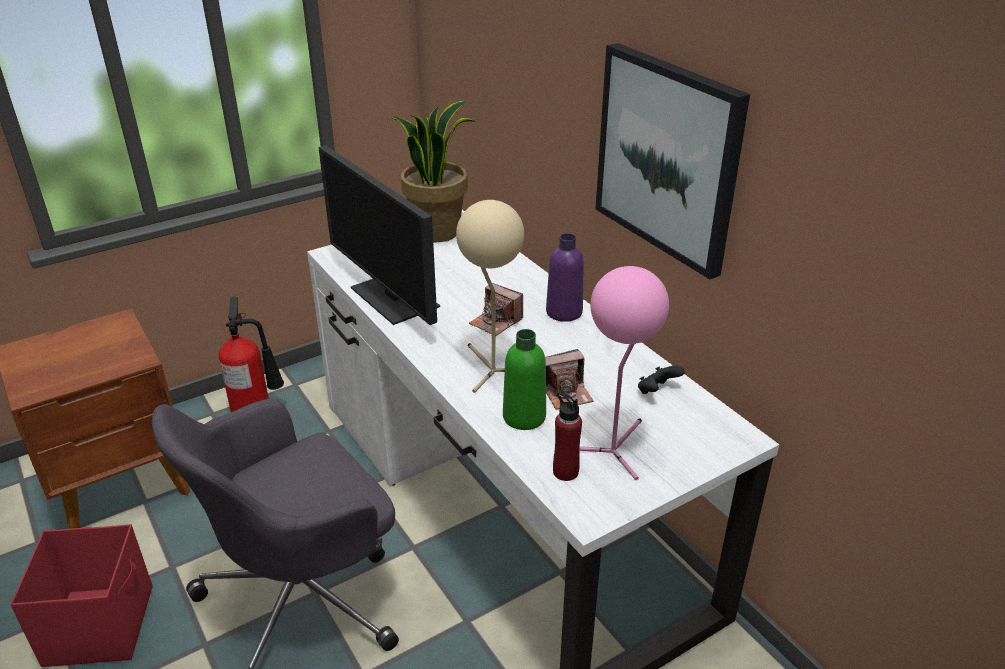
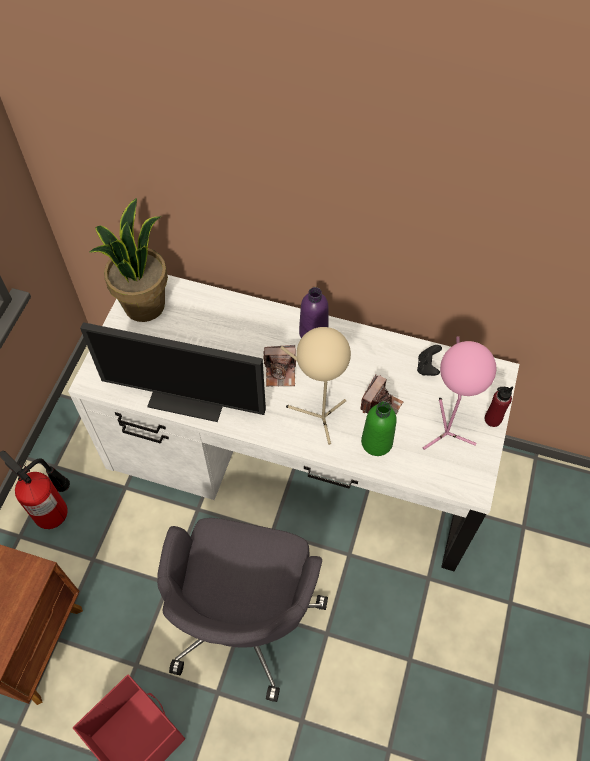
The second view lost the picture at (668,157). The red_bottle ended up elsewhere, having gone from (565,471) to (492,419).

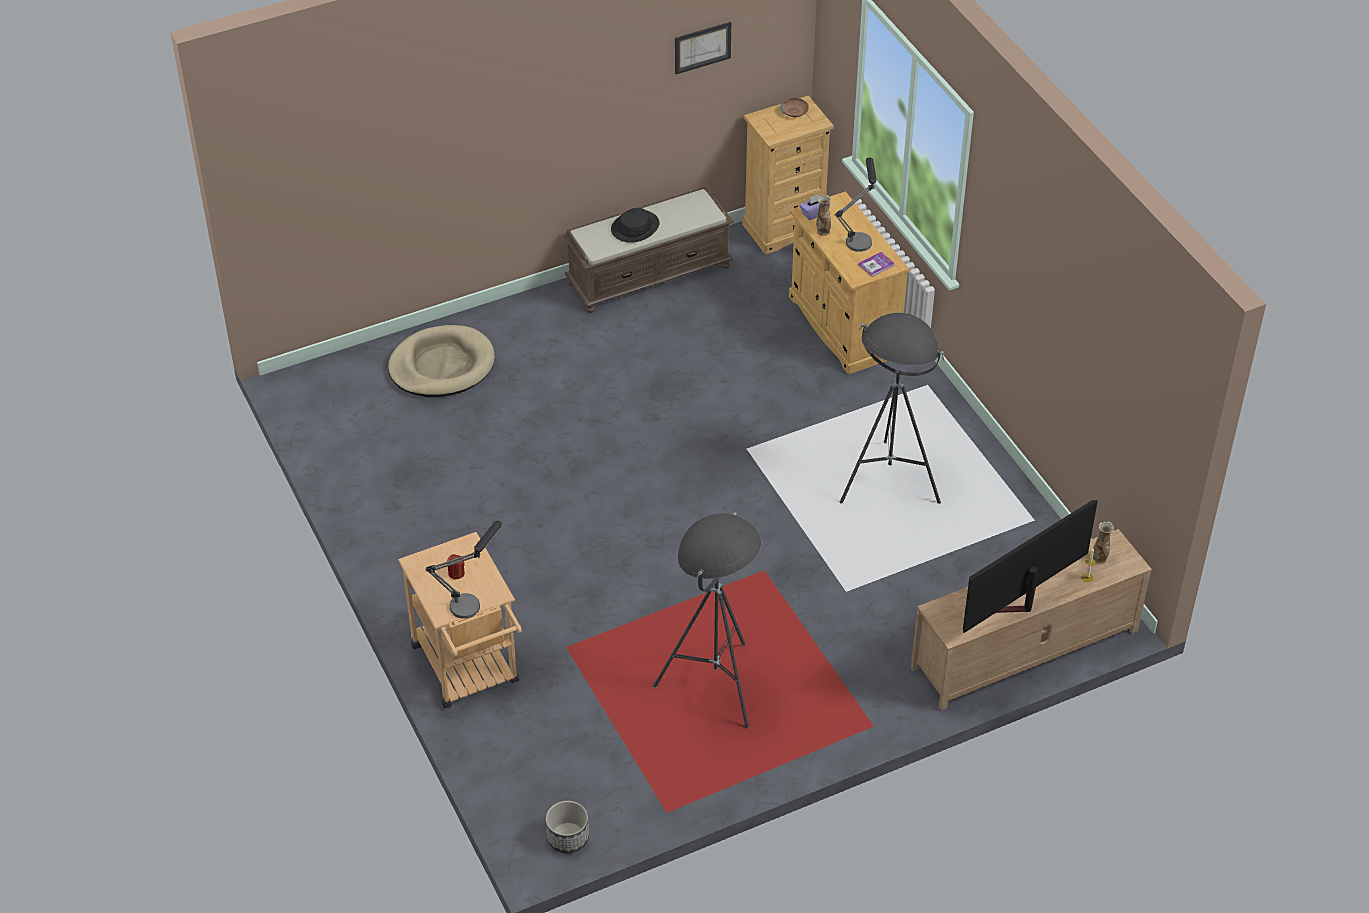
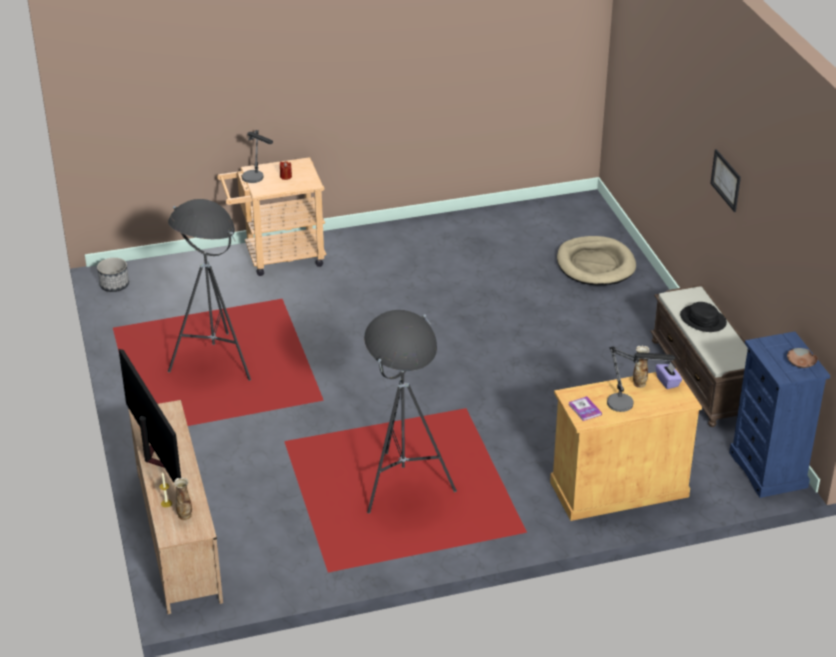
The picture ended up elsewhere, having gone from (702,47) to (726,180). What was the beige_dresser at (784,229) turned into the blue_dresser at (768,470). What was the white_floor_lamp at (888,483) turned into the red_floor_lamp at (401,485).

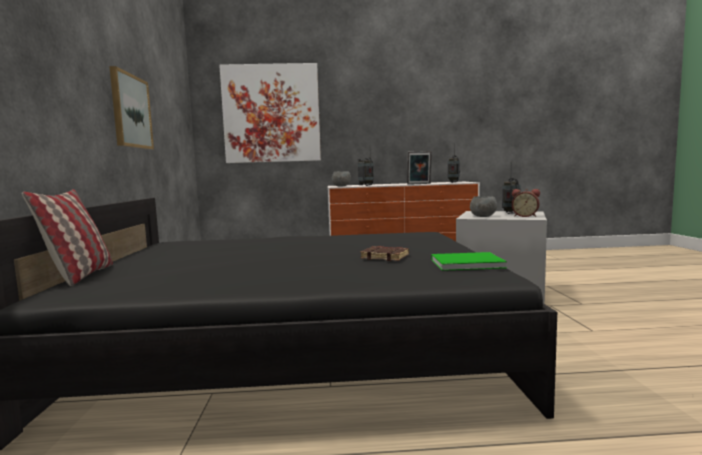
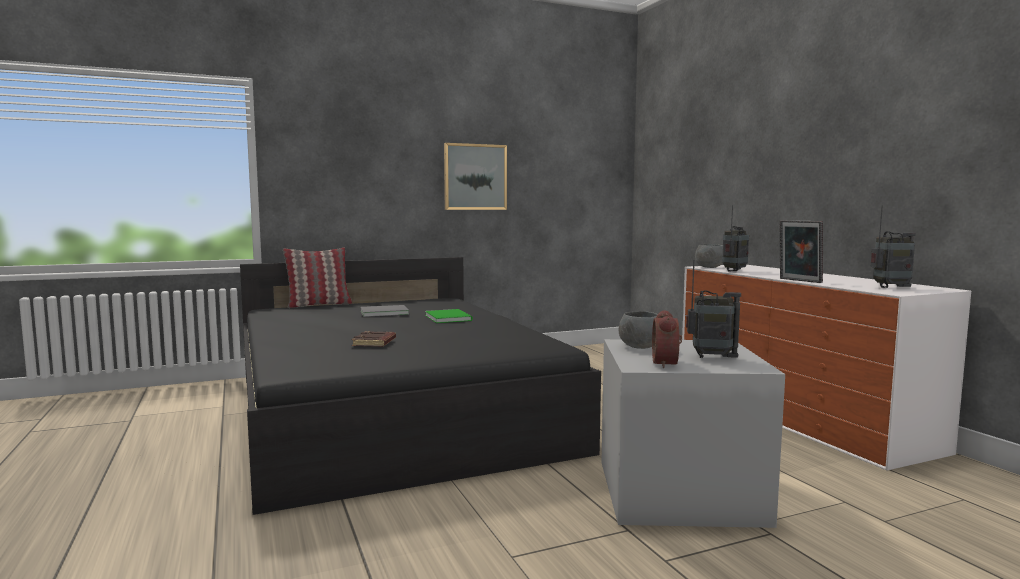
The second view lost the picture at (271,114). The green_book ended up elsewhere, having gone from (464,263) to (449,317). The second view gained the grey_book at (382,312).

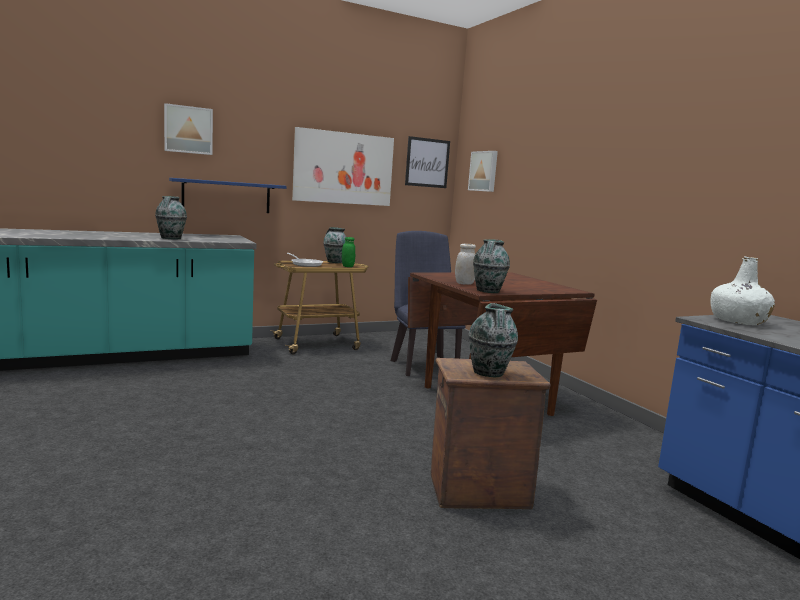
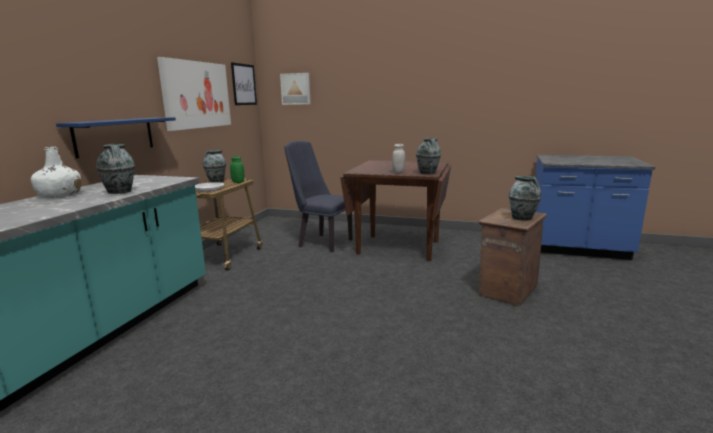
The second view lost the picture at (188,130). The white_bottle ended up elsewhere, having gone from (738,321) to (60,195).

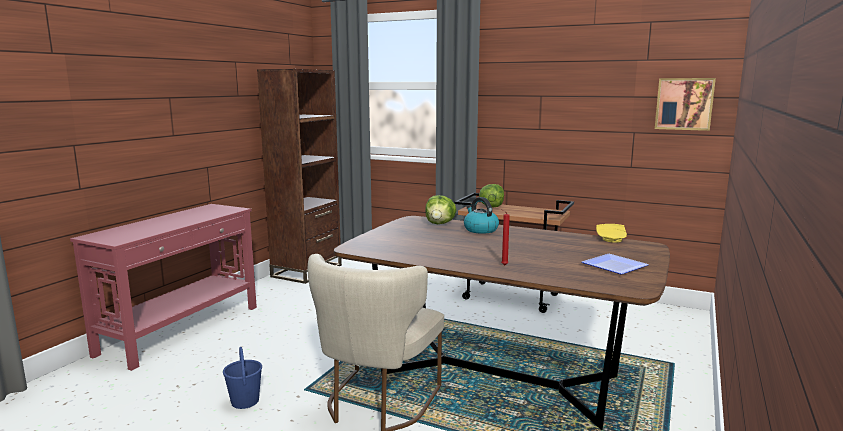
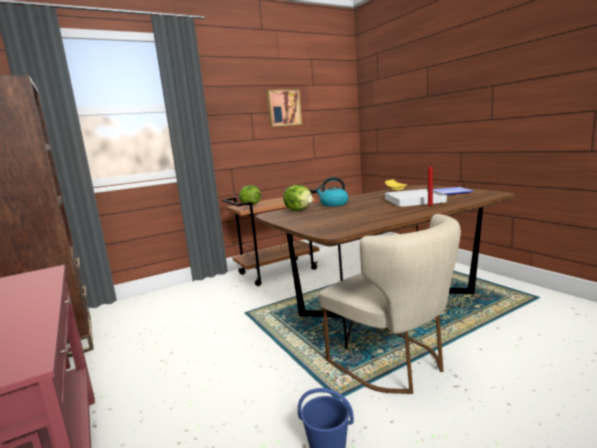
The picture ended up elsewhere, having gone from (684,104) to (283,108). The second view gained the white_tray at (414,200).

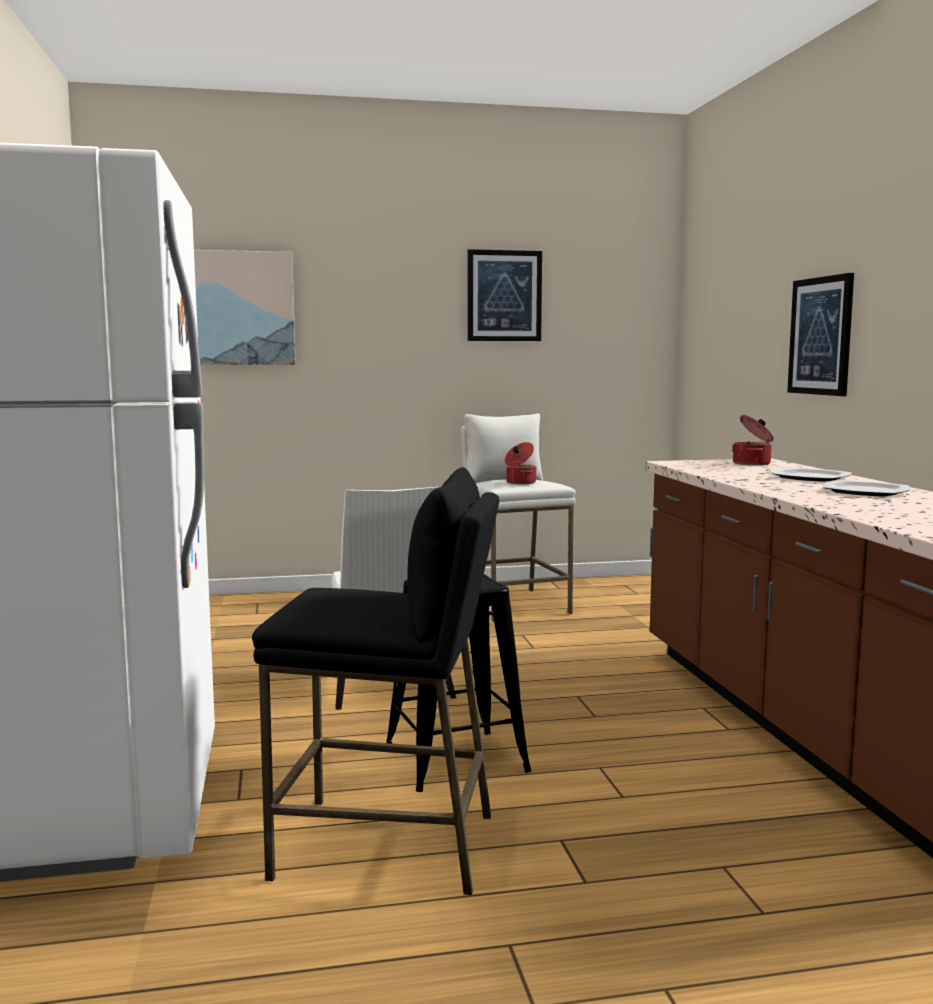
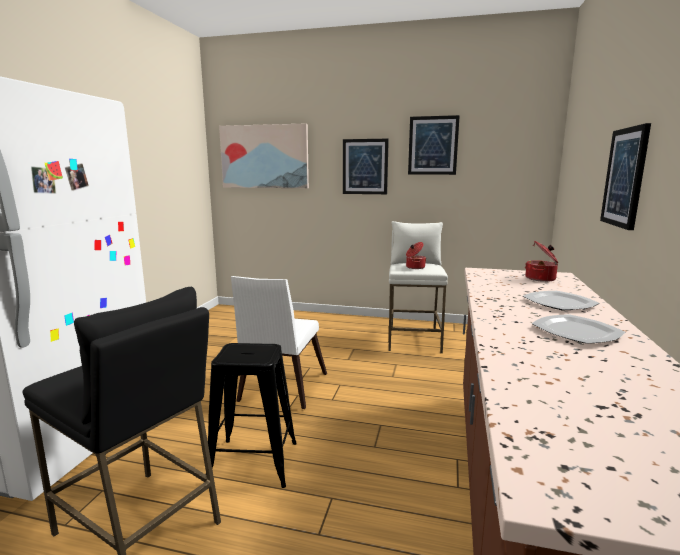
The second view gained the picture at (365,166).

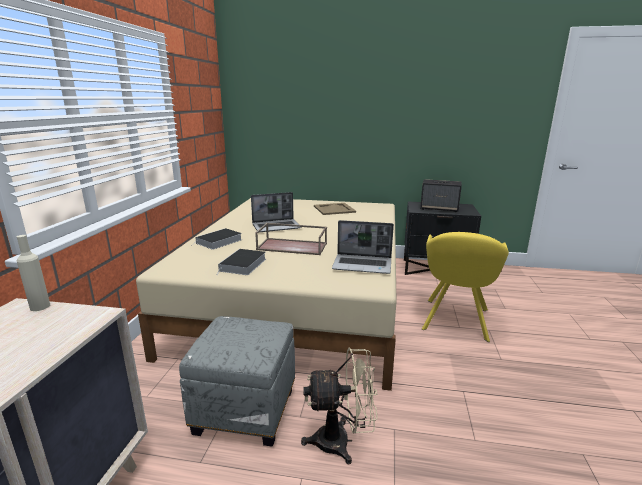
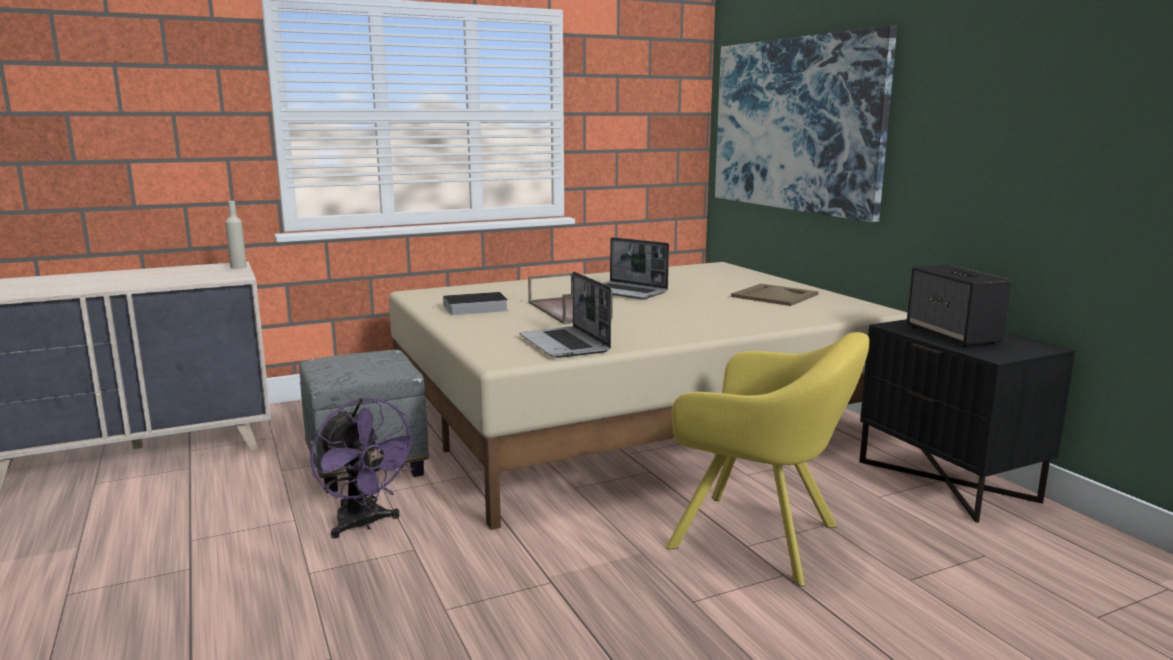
The second view lost the book at (218,242). The yellow_armchair at (455,321) ended up facing another way, 135 degrees counterclockwise from before. What was the beige_fan at (341,441) turned into the purple_fan at (364,524). The second view gained the picture at (795,125).

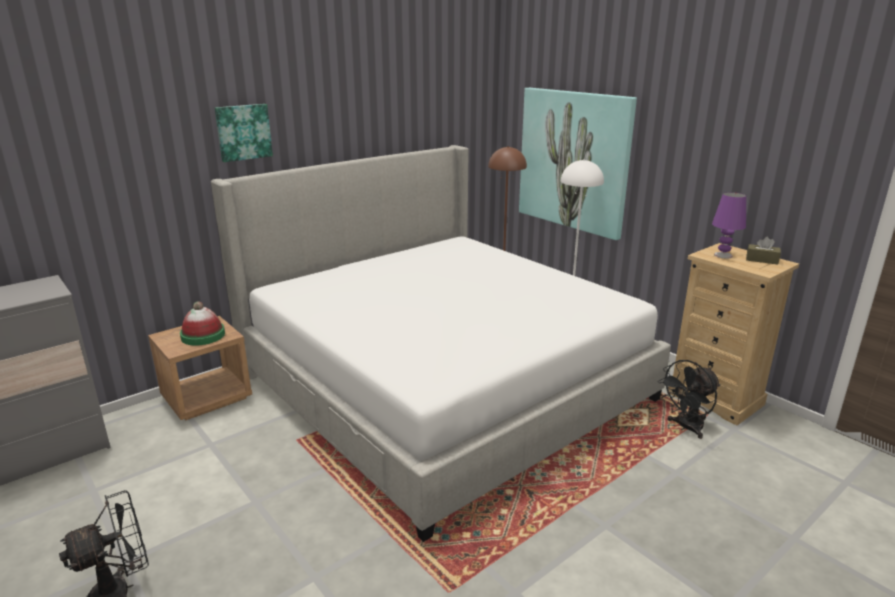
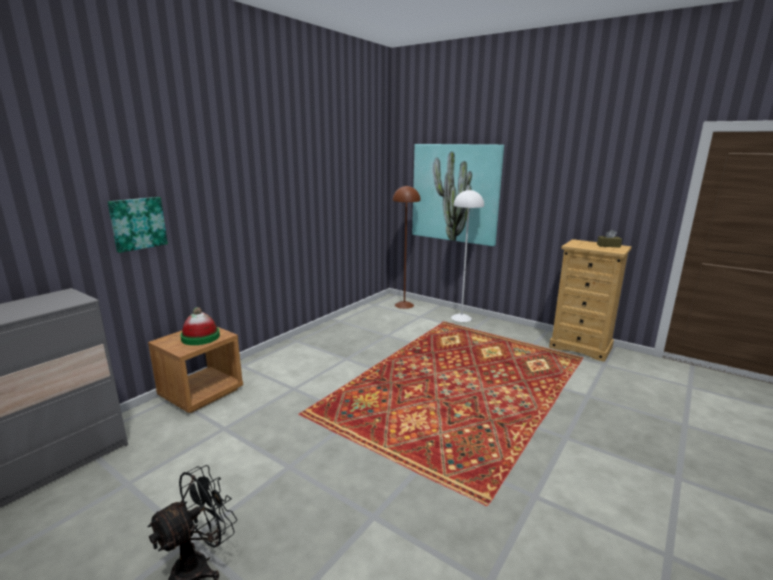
The picture ended up elsewhere, having gone from (243,132) to (137,223). The second view lost the bed at (442,385). The second view lost the purple_table_lamp at (723,255). The second view lost the black_fan at (686,427).

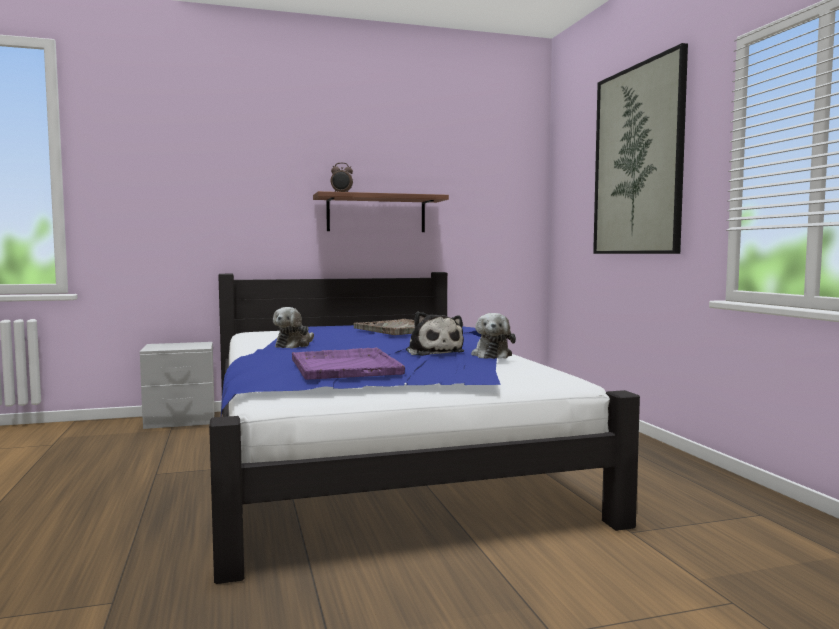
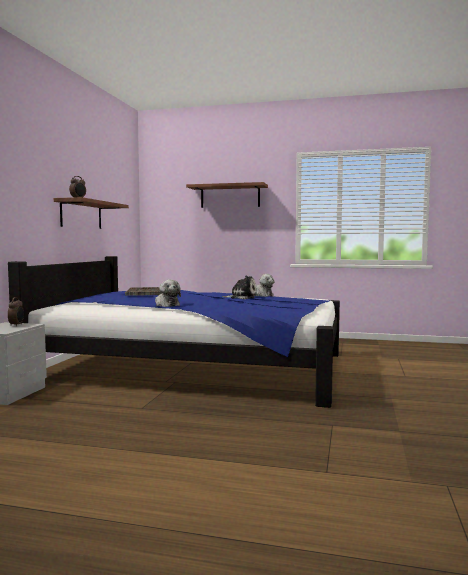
Where the picture hung at (638,160), the shelf came to hang at (230,196). The second view lost the purple_tray at (344,366). The second view gained the alarm_clock at (16,325).

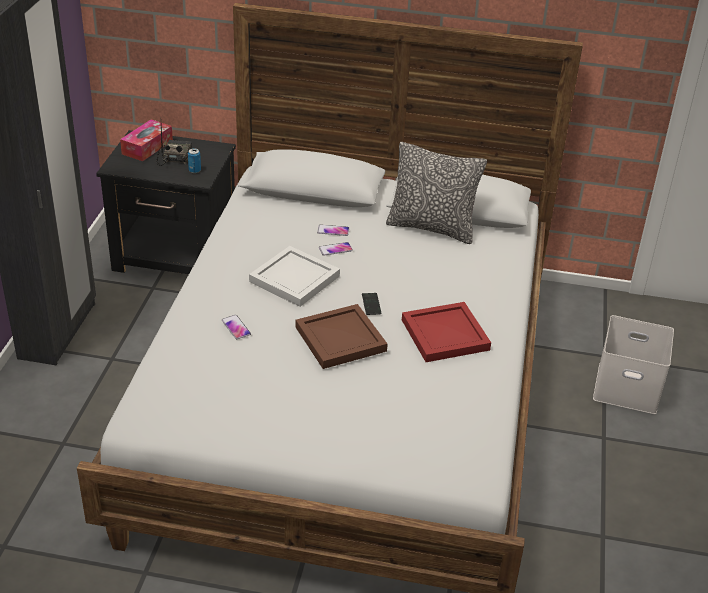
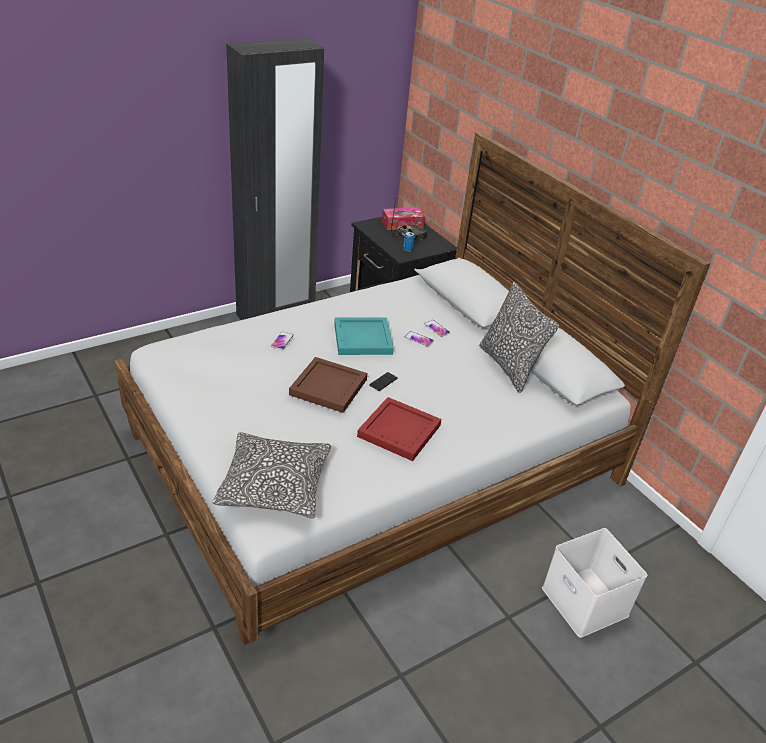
What was the white_tray at (293,279) turned into the turquoise_tray at (362,338). The second view gained the pillow at (274,485).

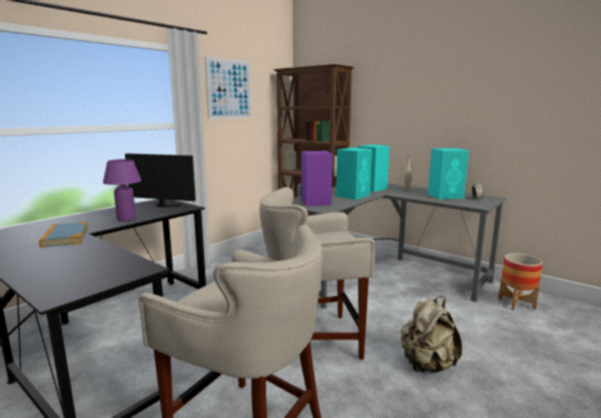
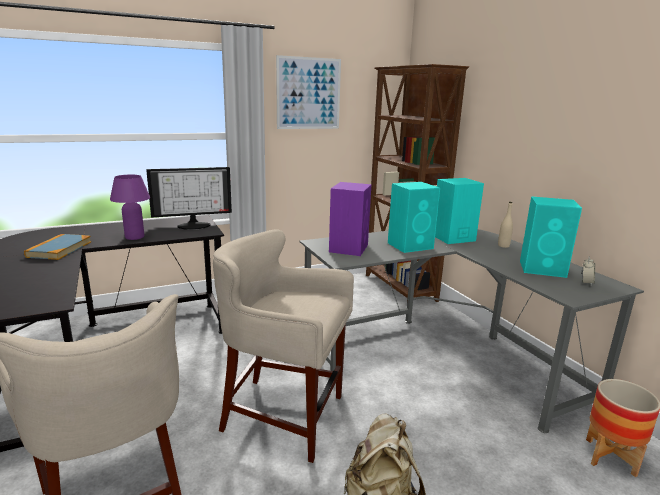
The monitor at (166,205) ended up facing another way, 120 degrees clockwise from before.

